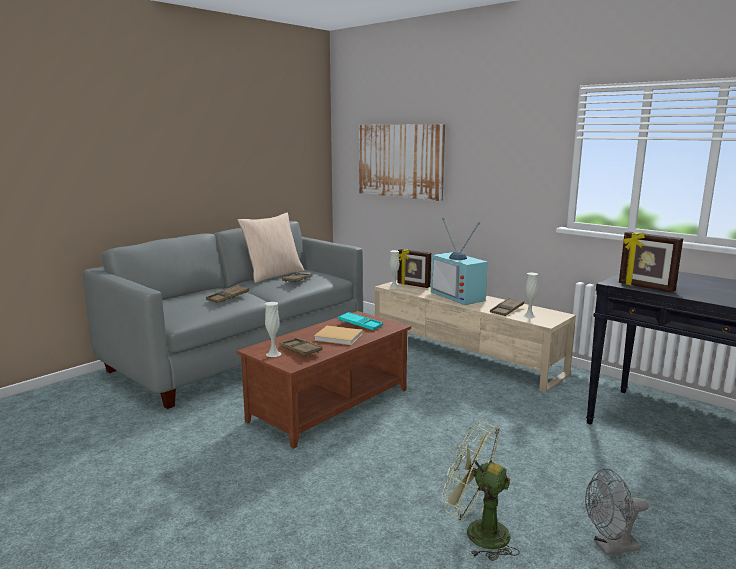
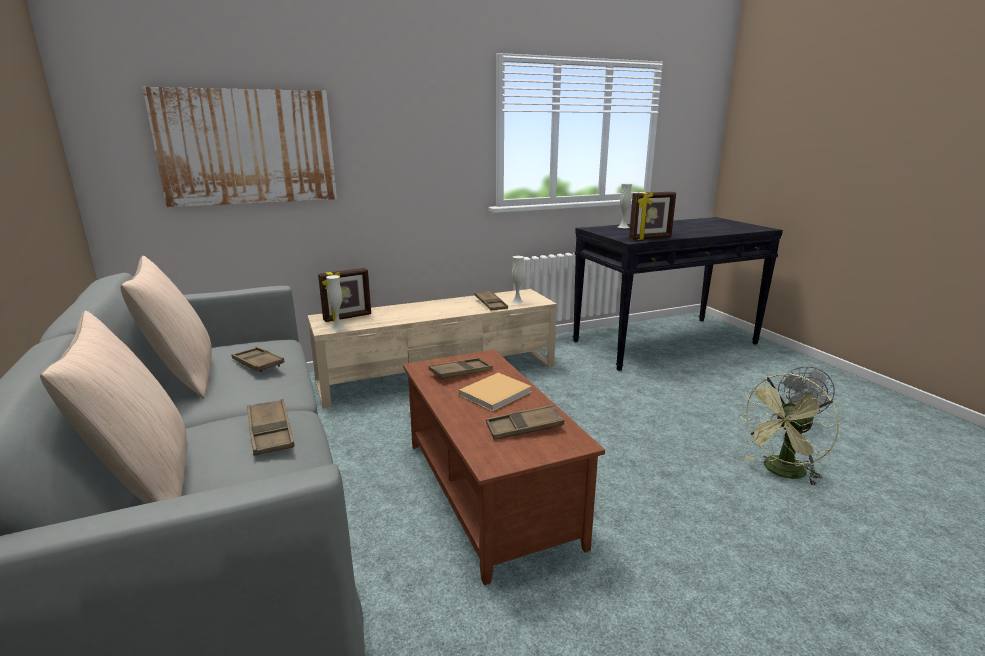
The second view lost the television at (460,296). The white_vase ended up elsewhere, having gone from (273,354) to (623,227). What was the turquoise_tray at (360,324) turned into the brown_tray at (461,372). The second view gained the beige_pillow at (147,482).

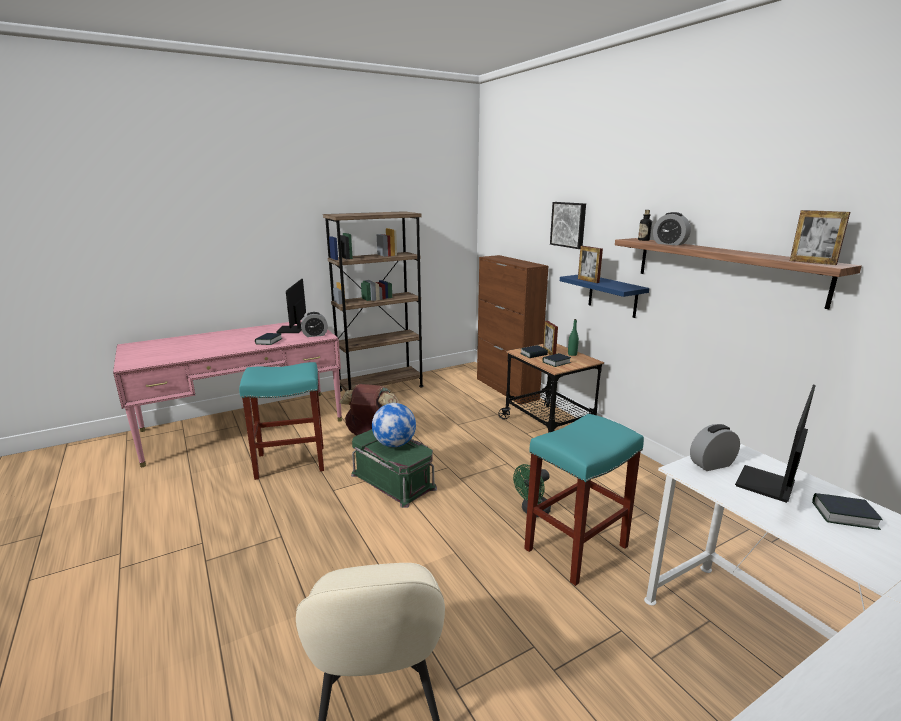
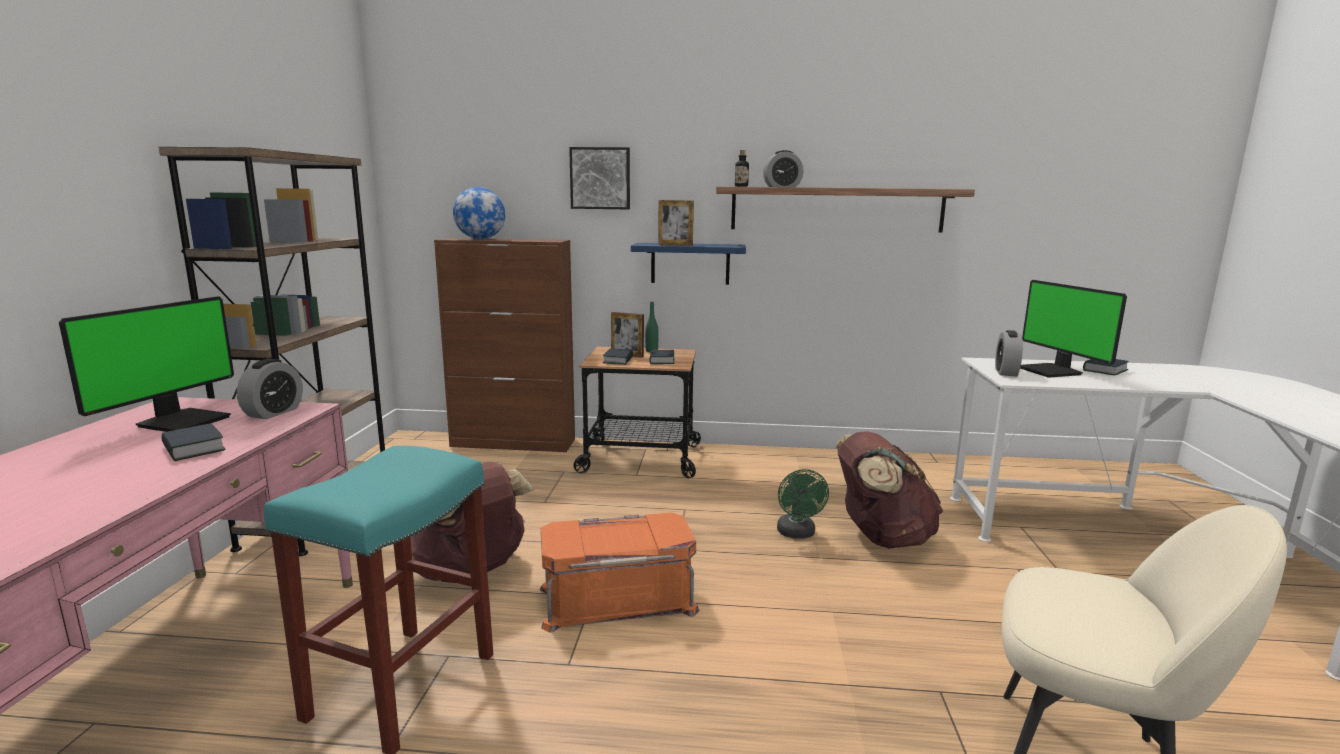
The second view lost the picture_frame at (812,262). The monitor at (292,330) ended up facing another way, 105 degrees counterclockwise from before. The globe ended up elsewhere, having gone from (394,444) to (480,239). Where the turquoise_stool stood at (576,547), the brown_backpack came to stand at (881,537). What was the green_storage_box at (394,480) turned into the orange_storage_box at (617,598).

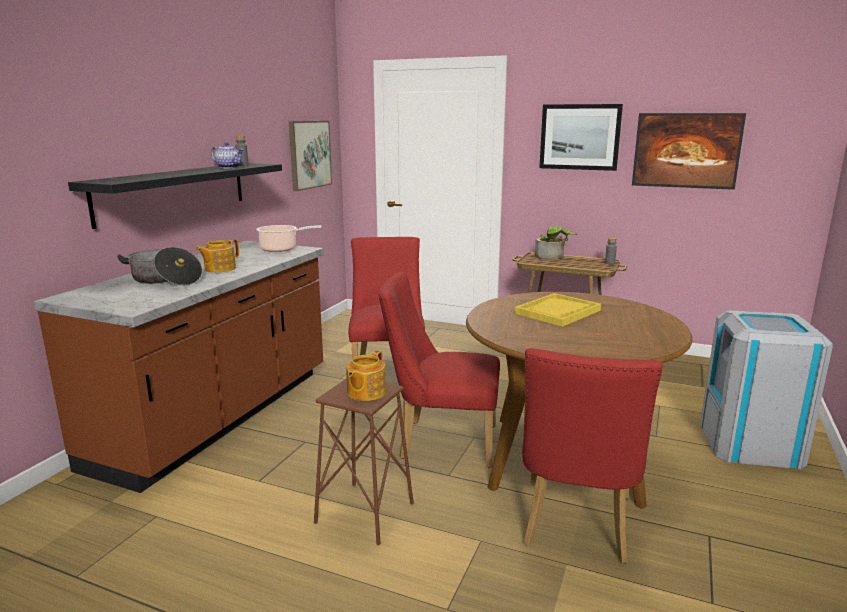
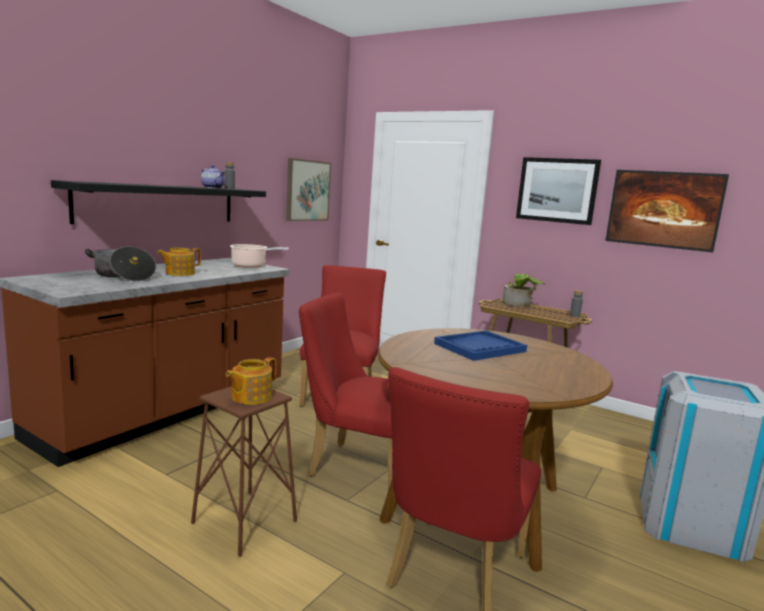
What was the yellow_tray at (557,312) turned into the blue_tray at (480,348).

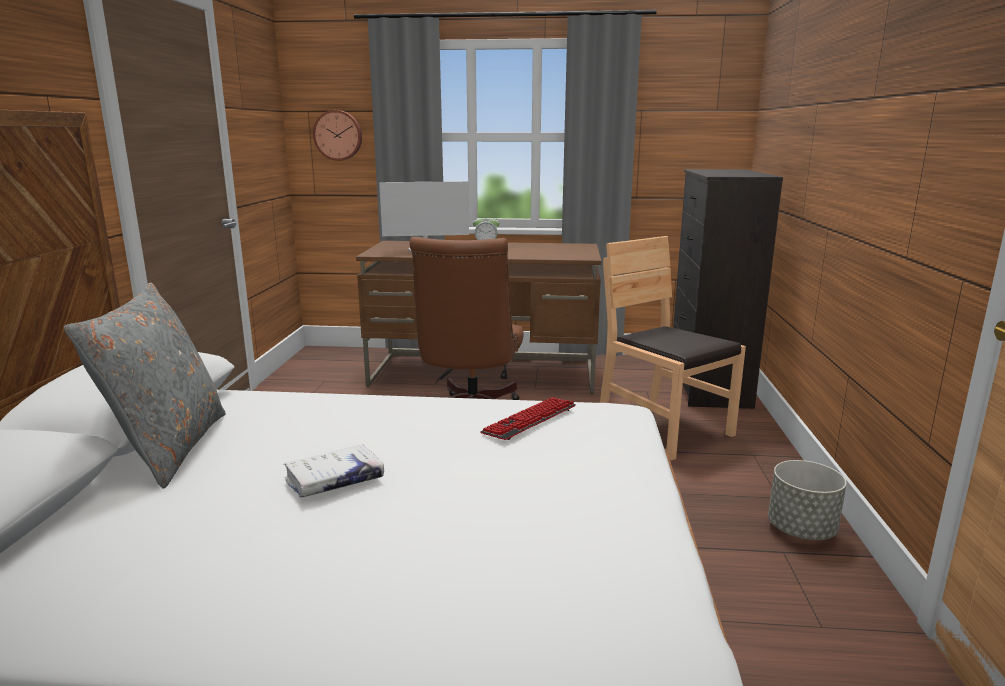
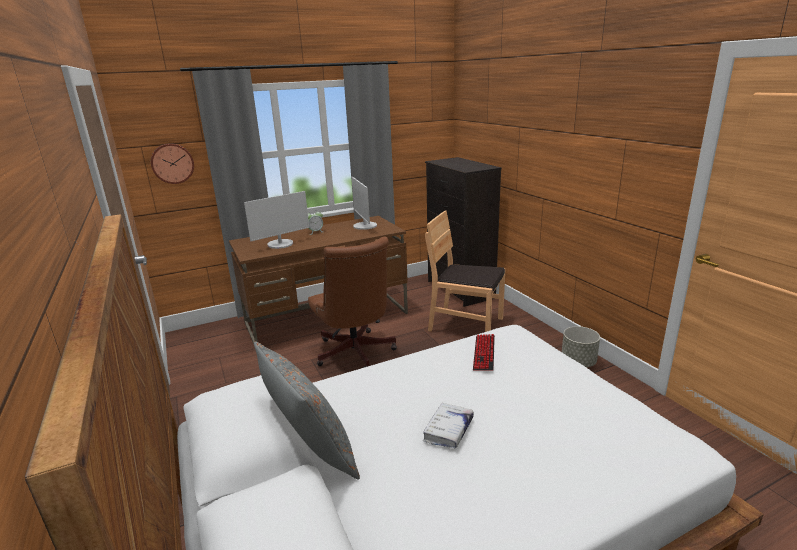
The second view gained the monitor at (364,226).

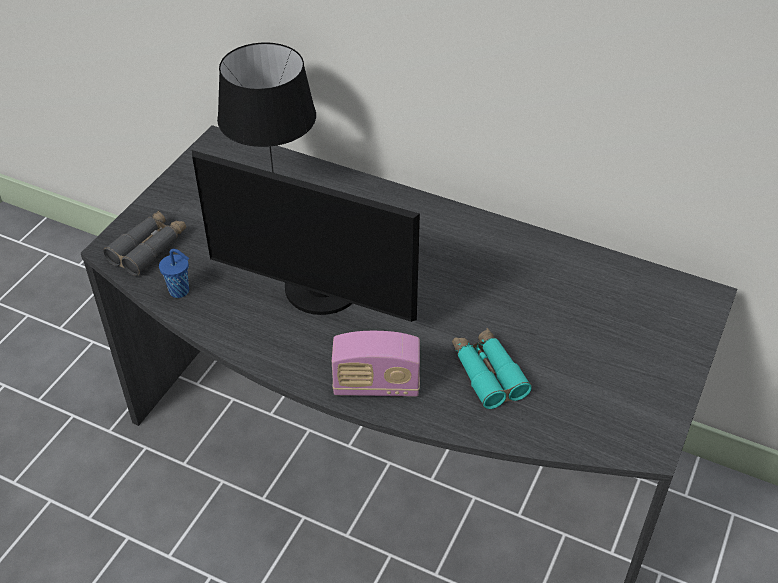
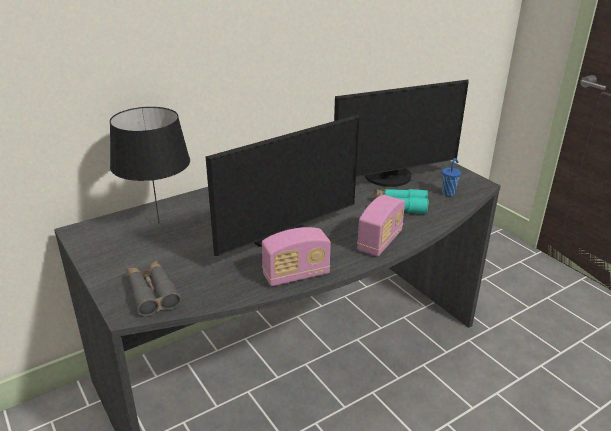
The blue_cup ended up elsewhere, having gone from (180,291) to (448,193). The second view gained the monitor at (390,178). The second view gained the radio at (296,275).

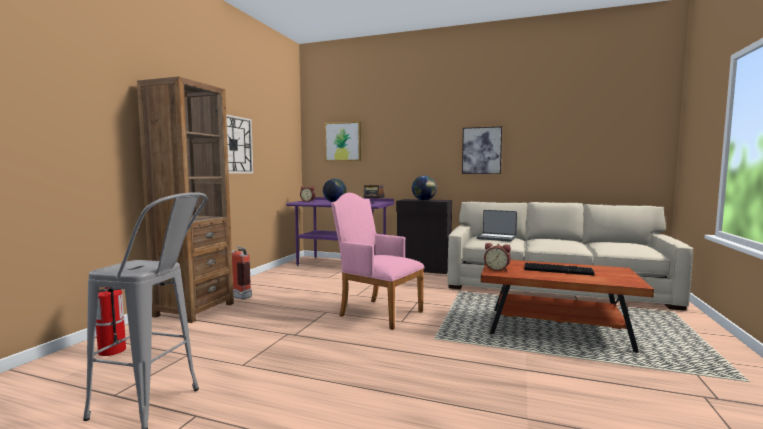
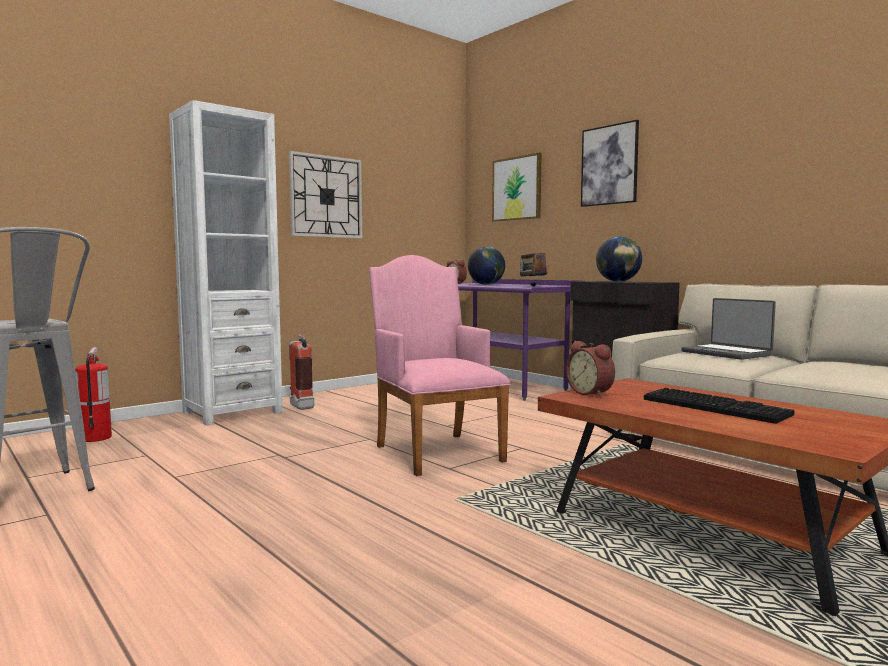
What was the brown_bookcase at (194,310) turned into the white_bookcase at (232,412). The picture ended up elsewhere, having gone from (481,150) to (609,165).

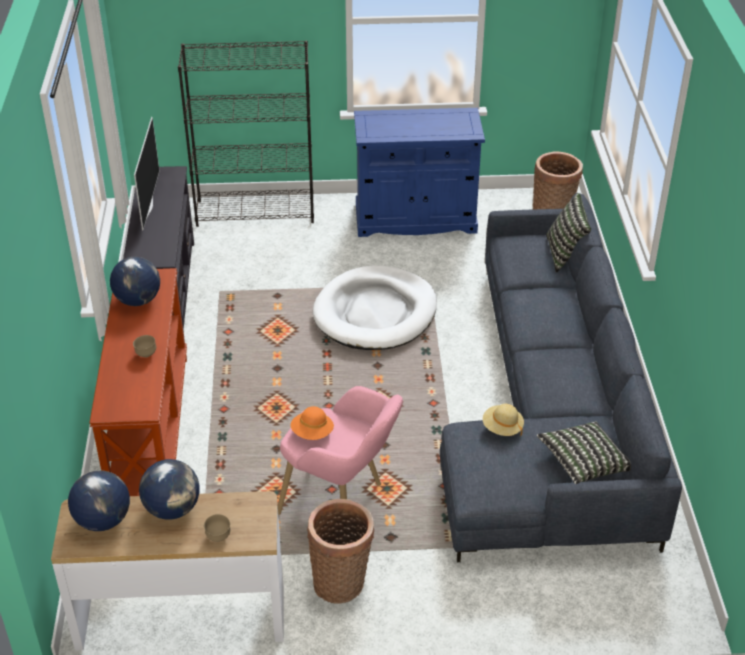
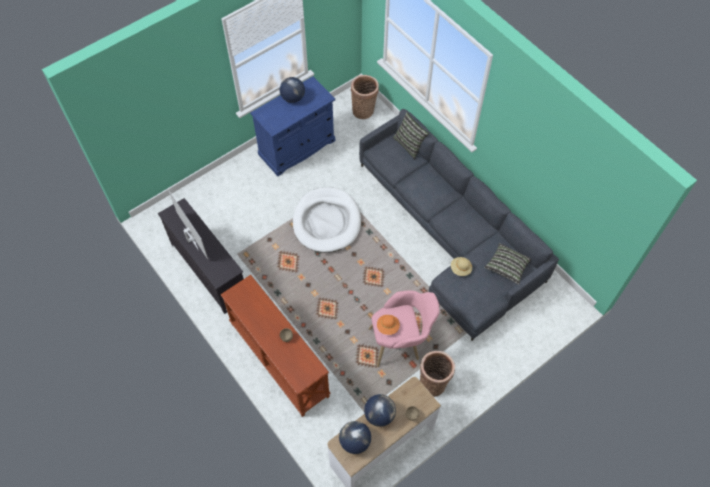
The second view lost the black_bookcase at (256,211). The globe ended up elsewhere, having gone from (138,300) to (292,98).

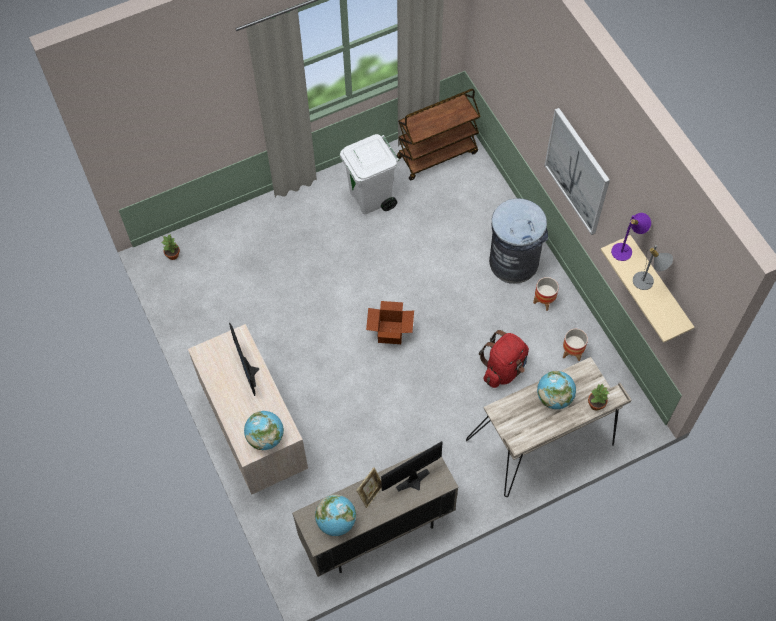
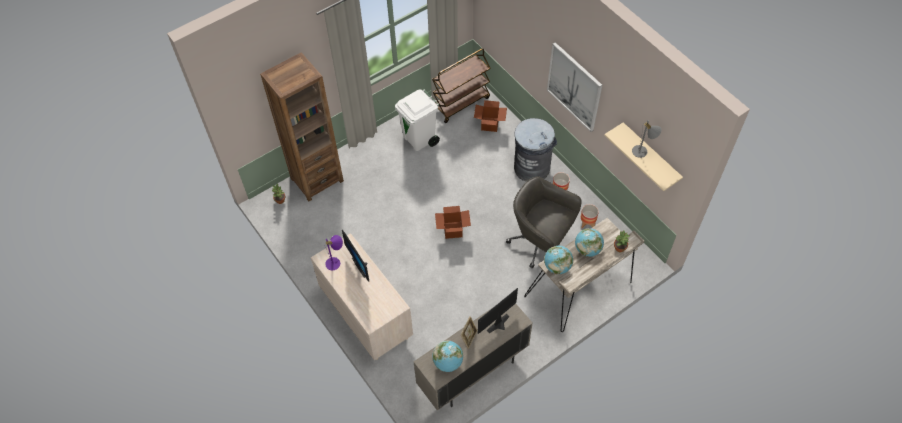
The purple_table_lamp ended up elsewhere, having gone from (625,250) to (335,262). Where the red_backpack stood at (503,368), the grey_office_chair came to stand at (540,242). The globe ended up elsewhere, having gone from (265,437) to (557,267). The second view gained the brown_bookcase at (317,179). The second view gained the cardboard_box at (489,124).

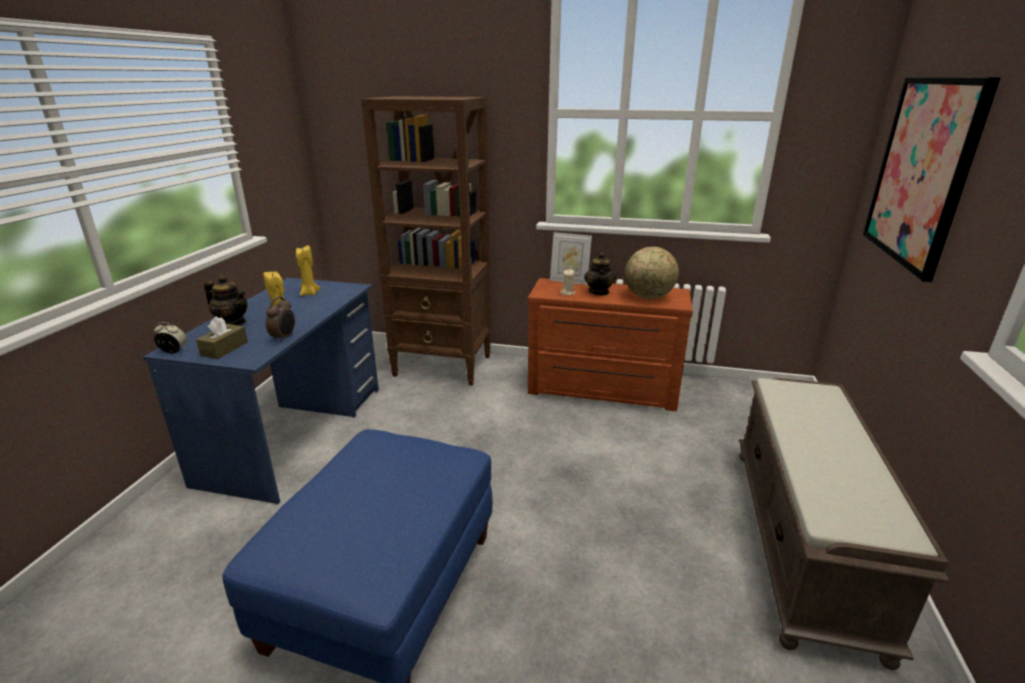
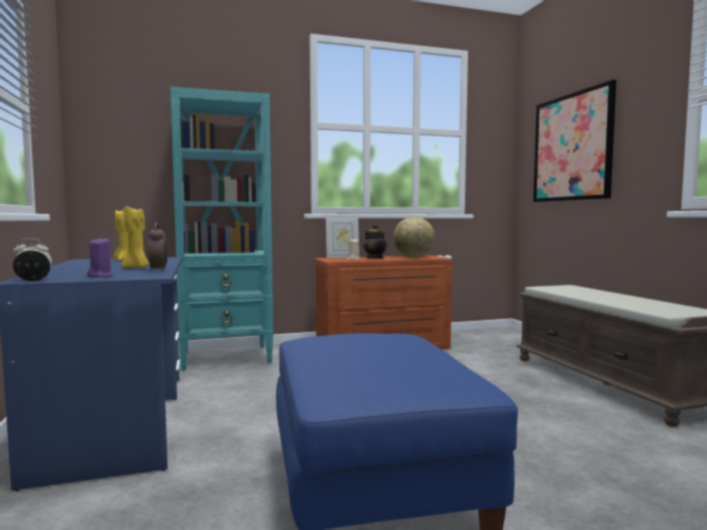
What was the brown_bookcase at (443,366) turned into the turquoise_bookcase at (227,357). The second view lost the teapot at (232,322). Where the brown_tissue_box stood at (224,349), the purple_candle came to stand at (101,276).

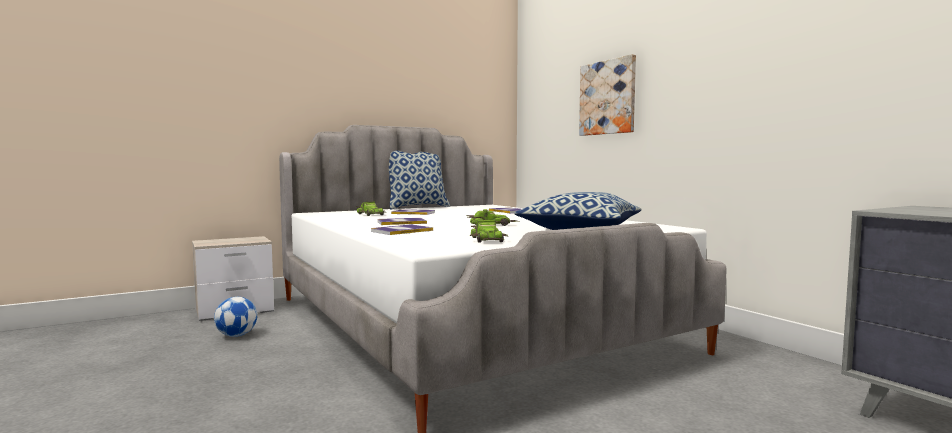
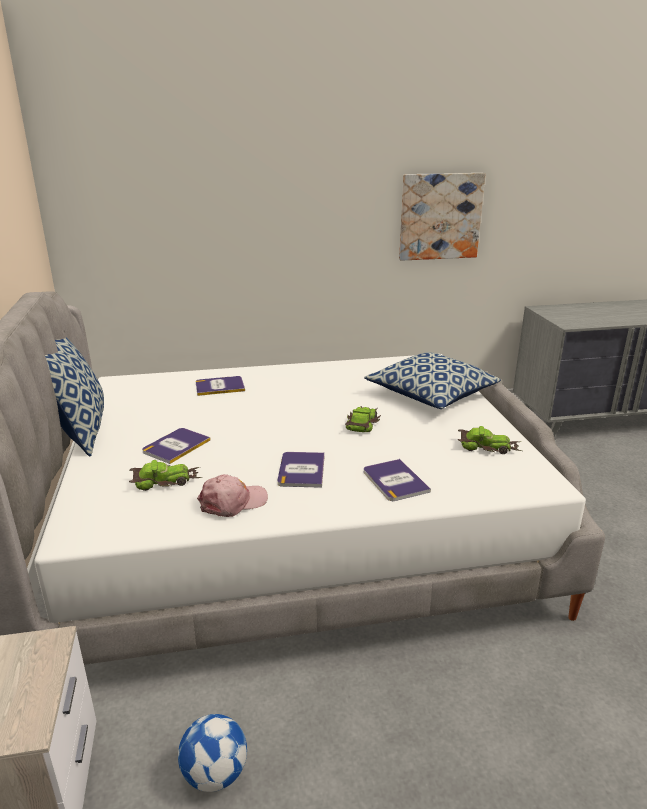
The picture ended up elsewhere, having gone from (608,97) to (440,216). The second view gained the pink_cap at (233,502).

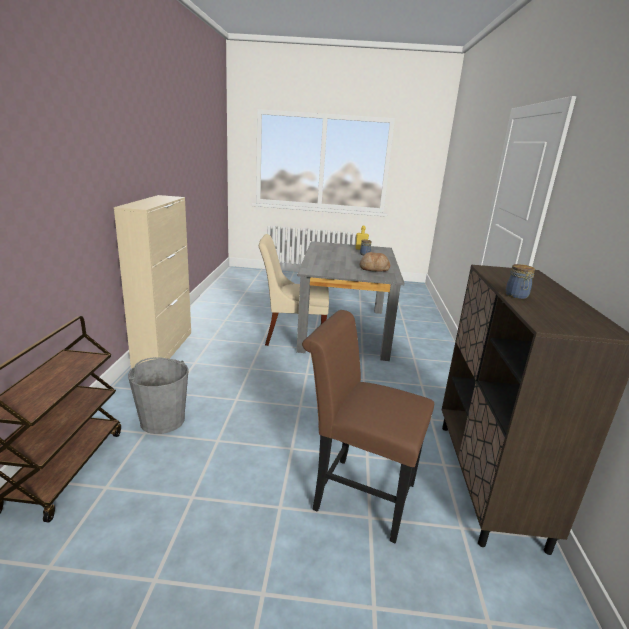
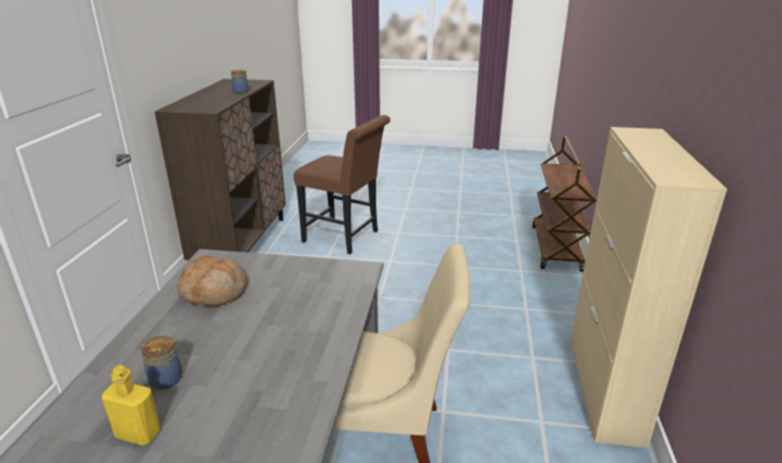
The second view lost the grey_bucket at (162,420).

